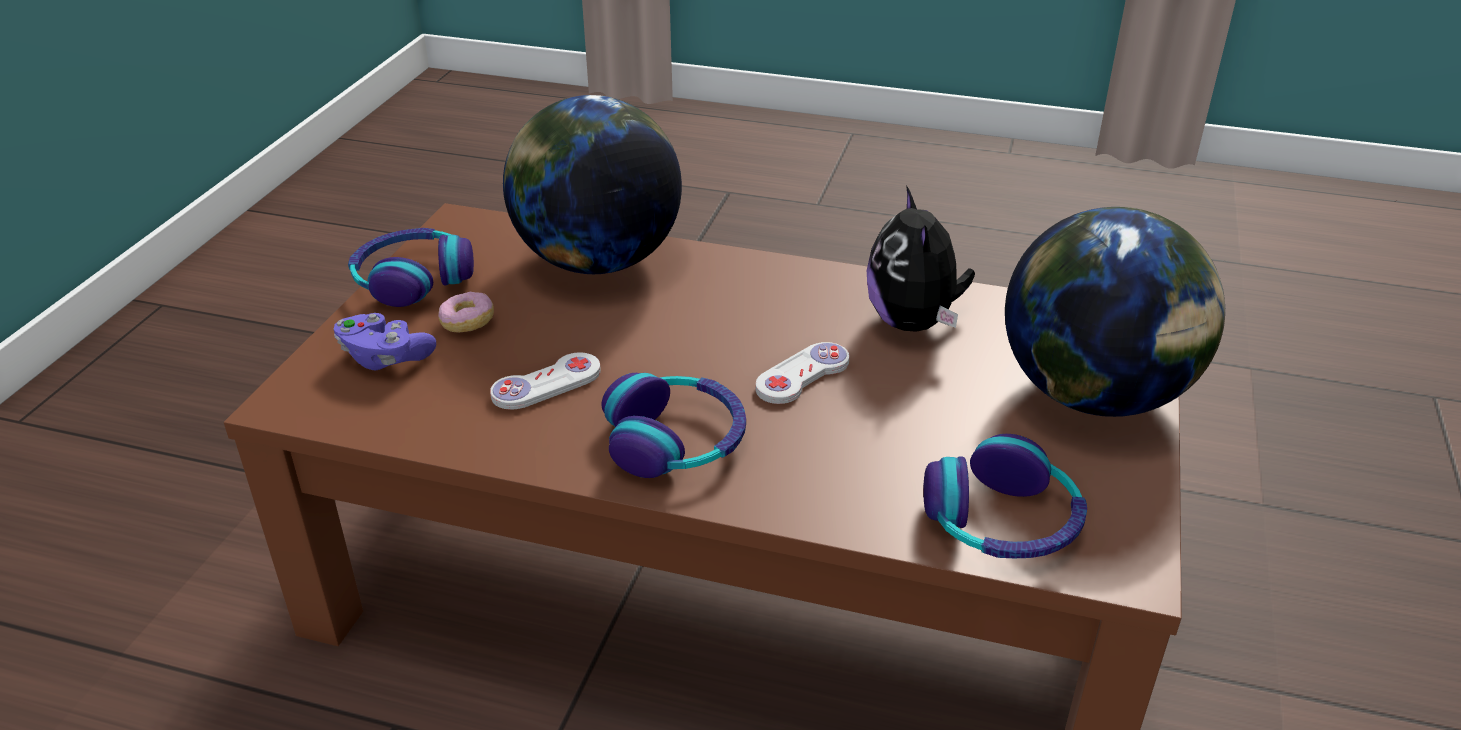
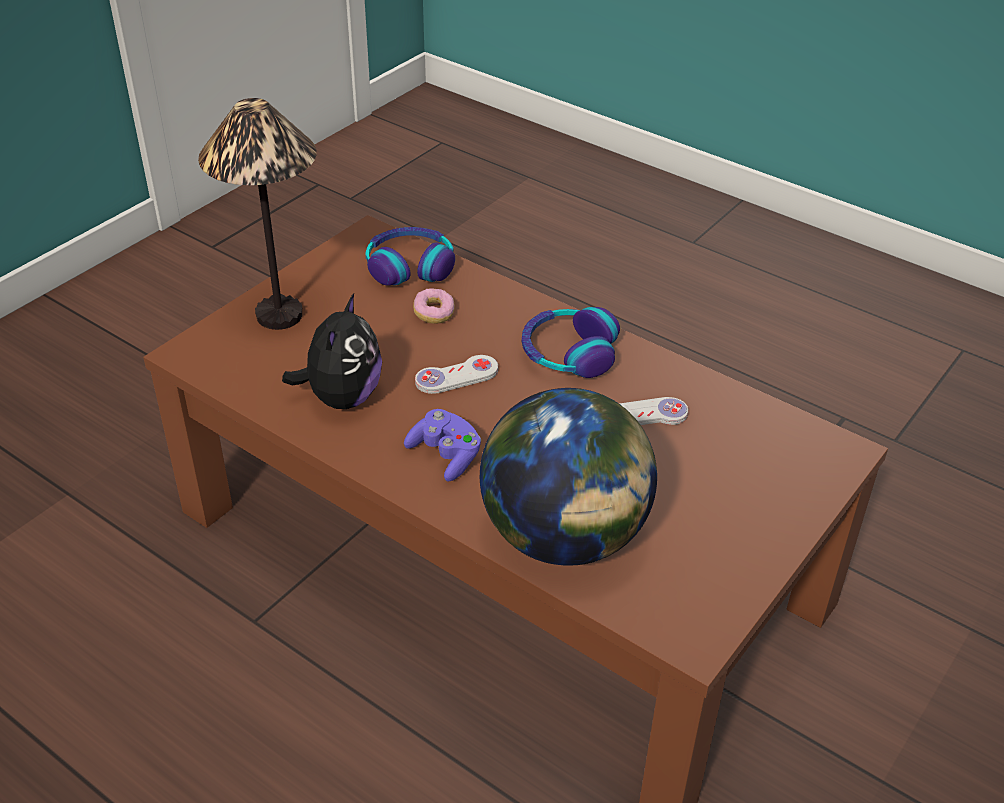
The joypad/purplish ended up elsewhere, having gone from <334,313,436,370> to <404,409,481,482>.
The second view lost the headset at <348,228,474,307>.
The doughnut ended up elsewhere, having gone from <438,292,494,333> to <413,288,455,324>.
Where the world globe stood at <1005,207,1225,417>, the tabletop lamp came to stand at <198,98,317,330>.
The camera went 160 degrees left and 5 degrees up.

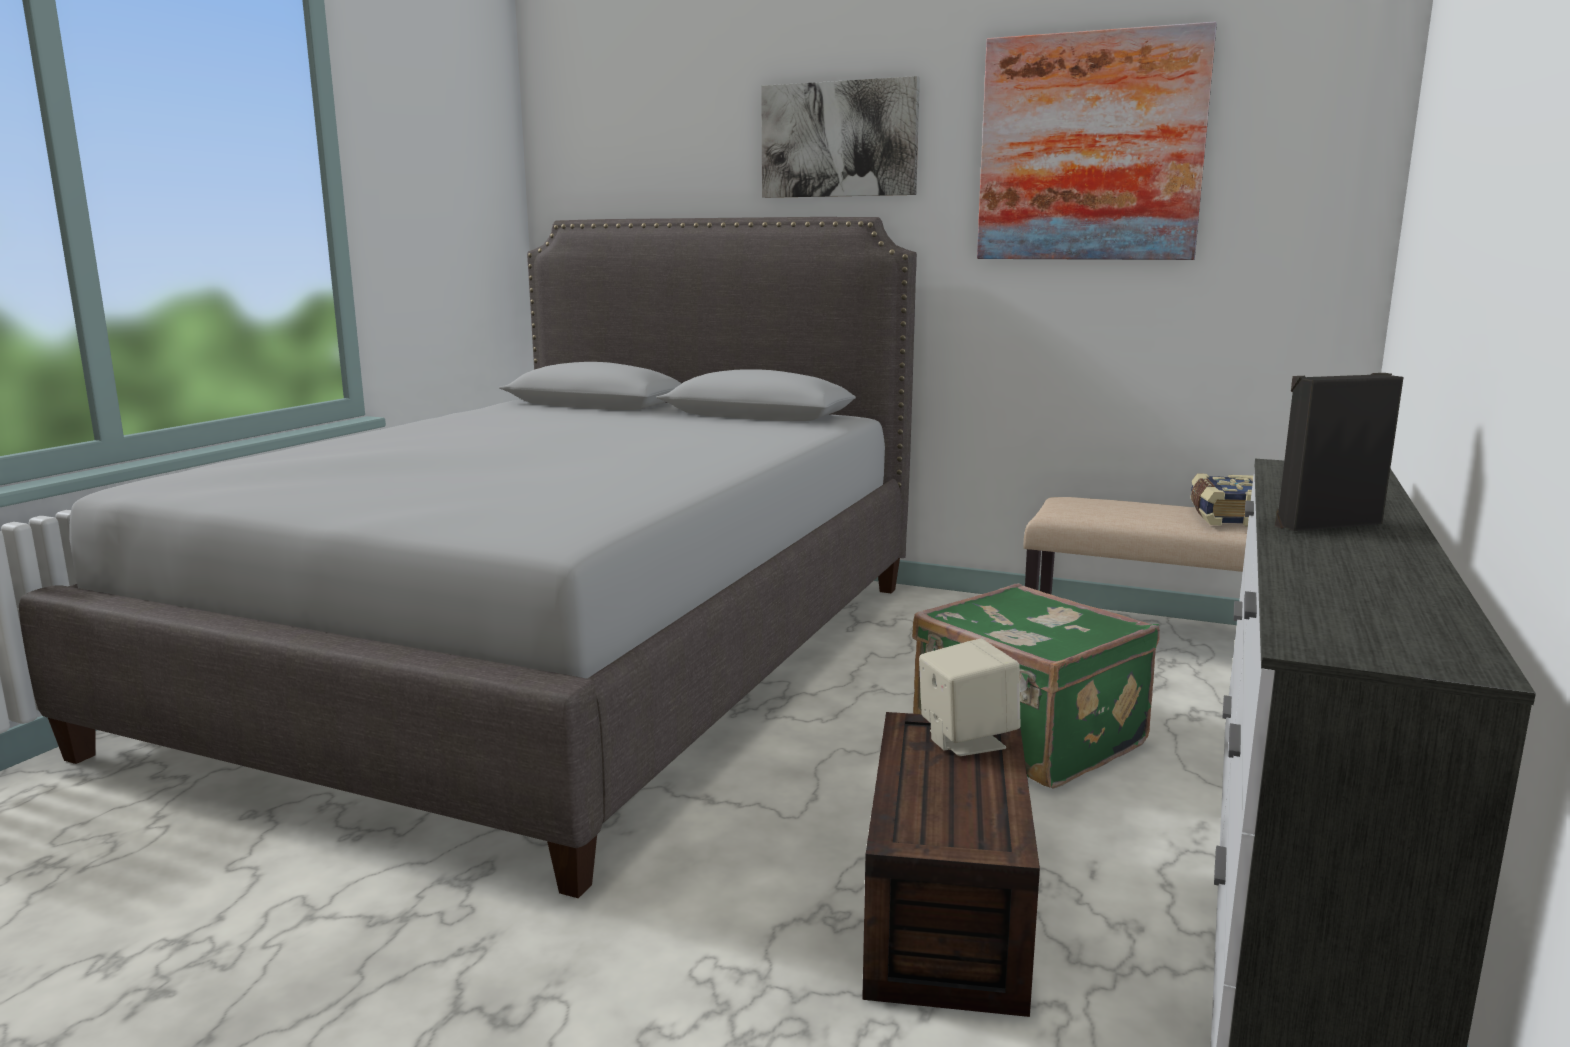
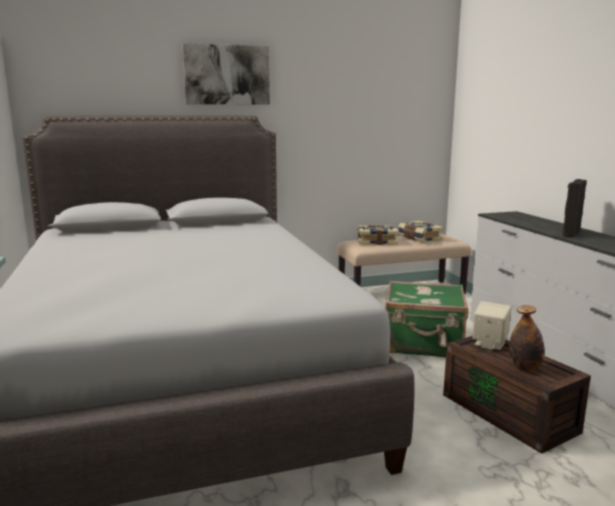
The second view lost the wall art at <977,22,1217,260>.
The second view gained the bound book at <357,225,399,245>.
The second view gained the beverage bottle at <509,305,545,371>.
The camera went 40 degrees left and 0 degrees up.

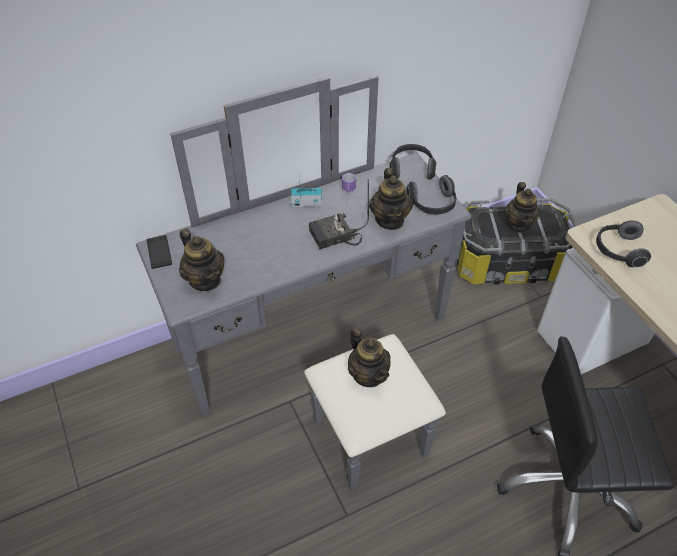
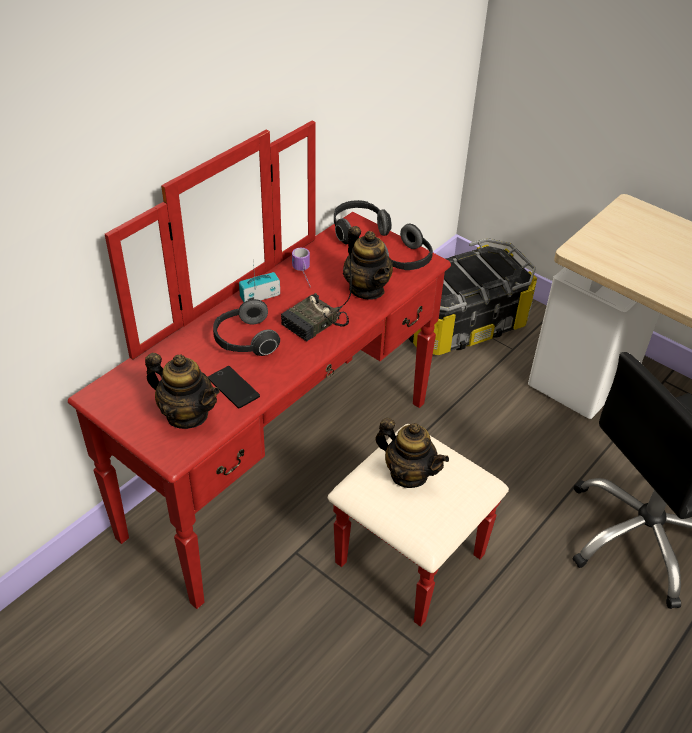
What was the drawer chest/greyish at <136,75,471,491> turned into the drawer chest/red at <68,121,509,627>.
The telephone ended up elsewhere, having gone from <147,235,172,269> to <208,366,260,408>.
The second view lost the tea pot at <504,182,541,233>.
The headset ended up elsewhere, having gone from <596,221,651,268> to <213,299,280,356>.
The camera went 25 degrees left and 5 degrees down.

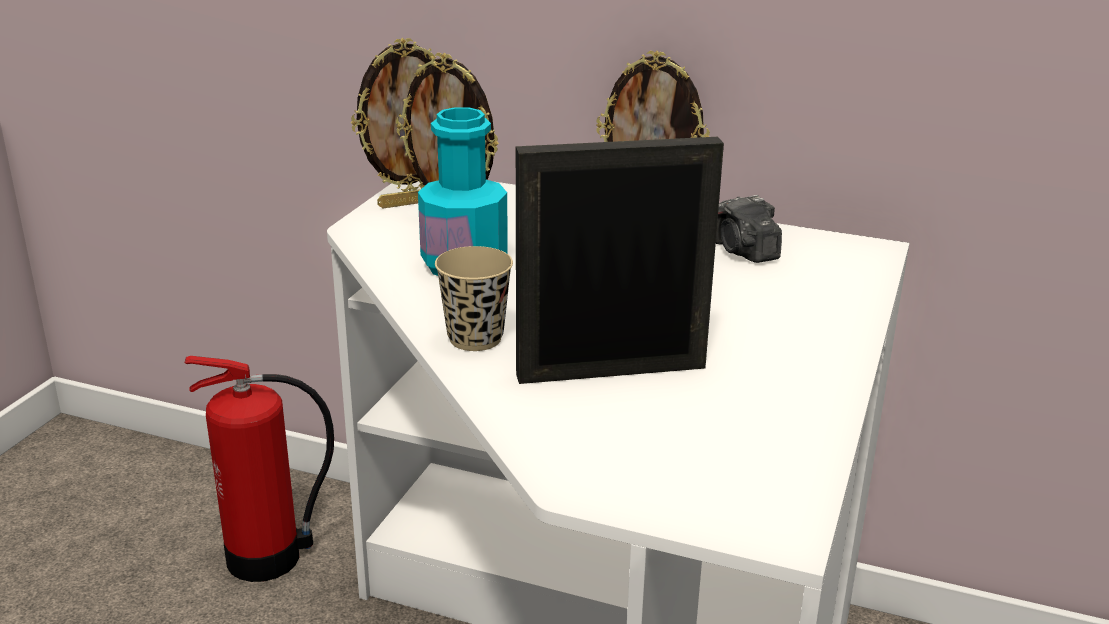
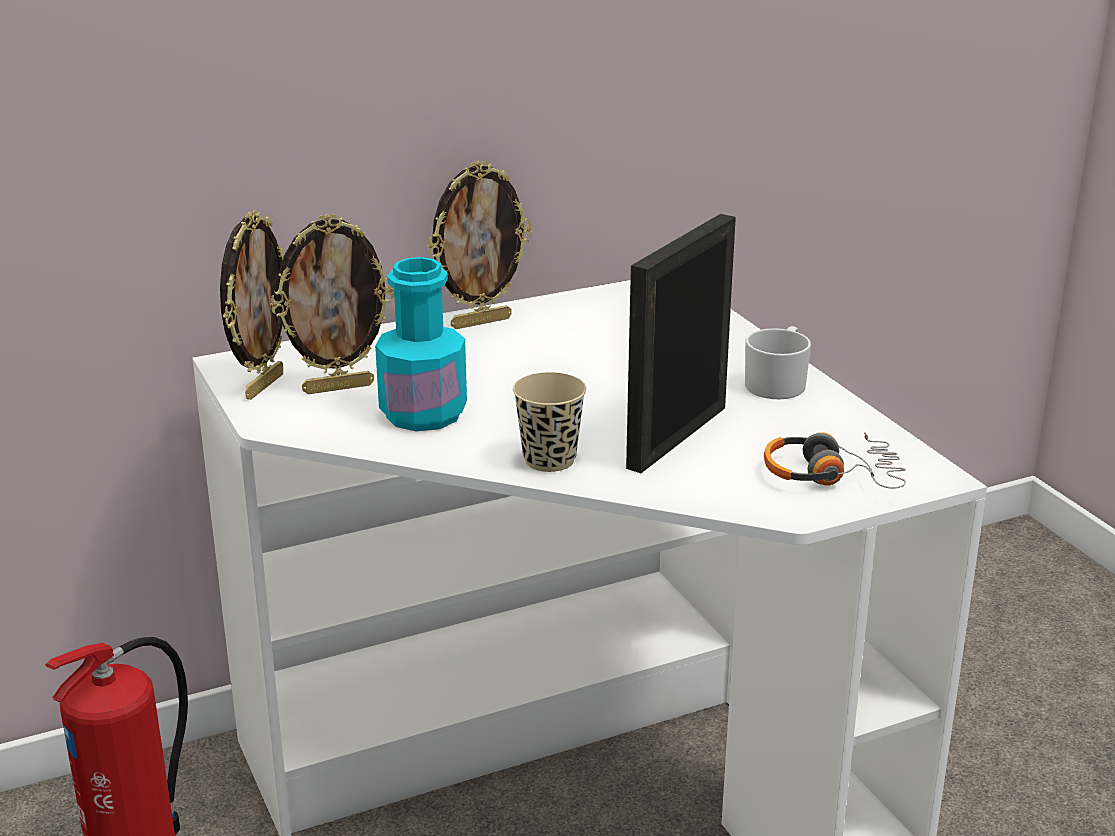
The second view lost the still camera at <716,195,782,263>.
The second view gained the tea mug/whitish at <745,326,811,399>.
The second view gained the headset at <764,432,906,489>.
The camera went 45 degrees left and 0 degrees up.

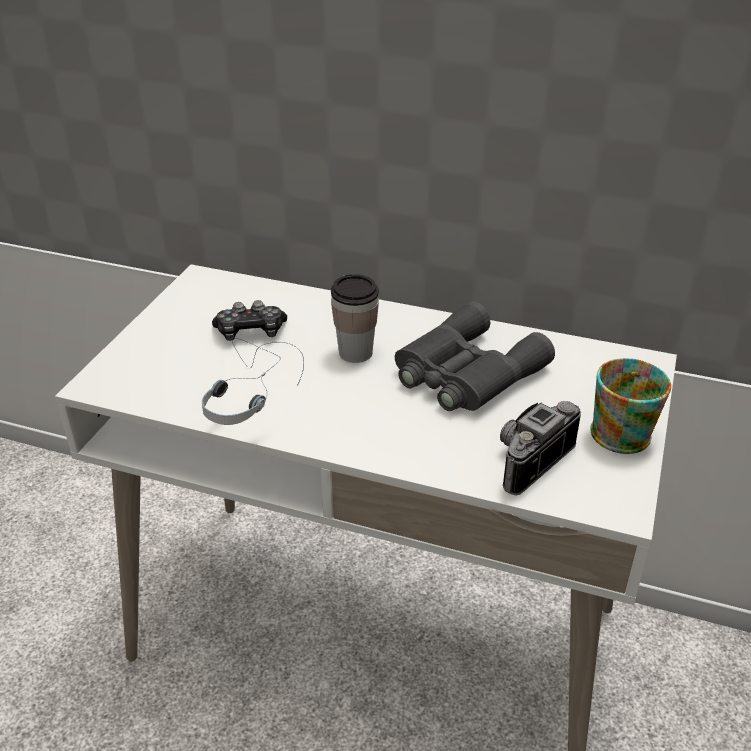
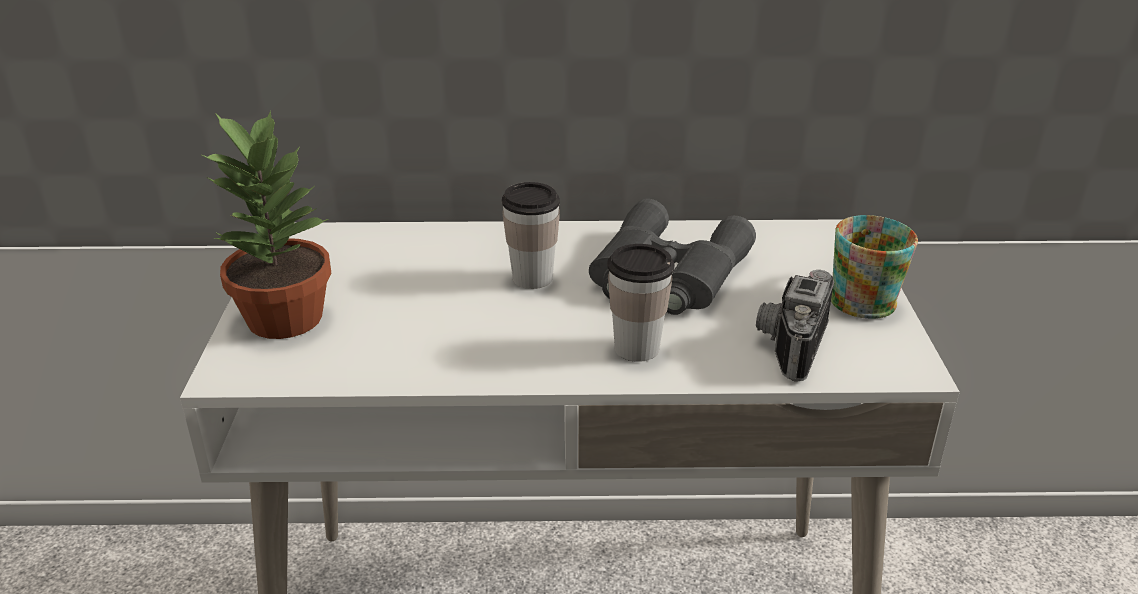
The second view lost the headset at <202,337,304,425>.
The second view lost the joypad at <212,300,287,341>.
The second view gained the plant in a pot at <202,111,331,339>.
The second view gained the small cup at <607,244,675,362>.
The camera went 20 degrees left and 5 degrees down.

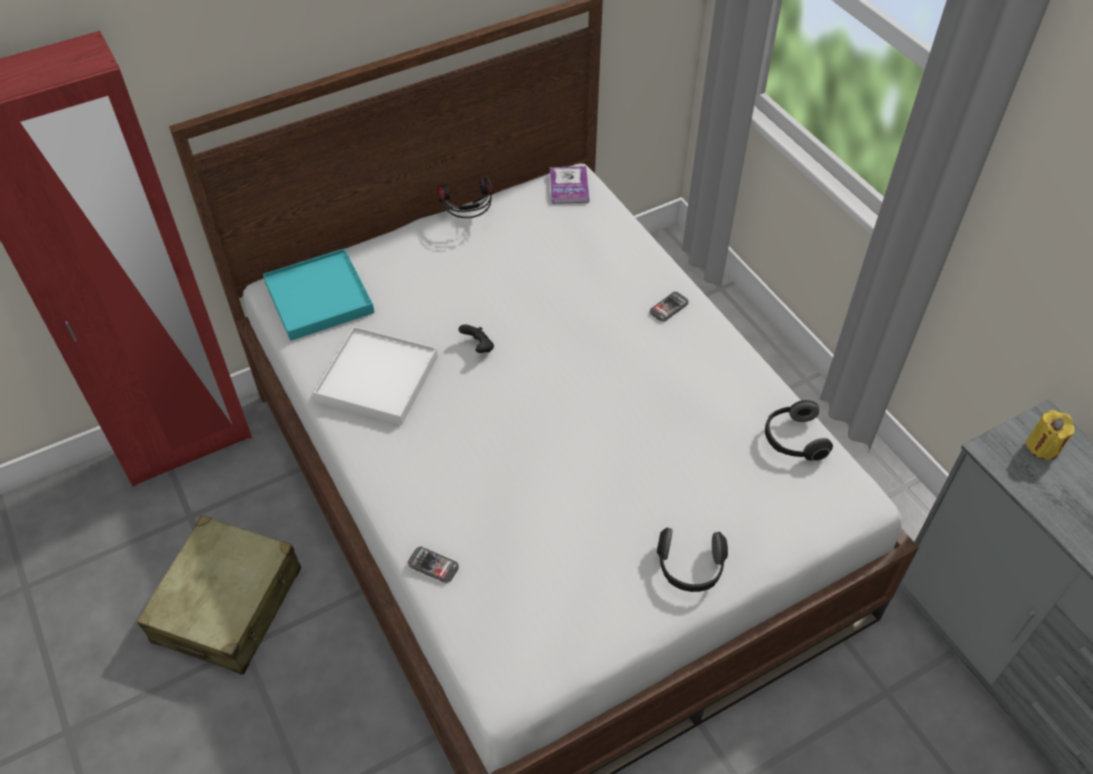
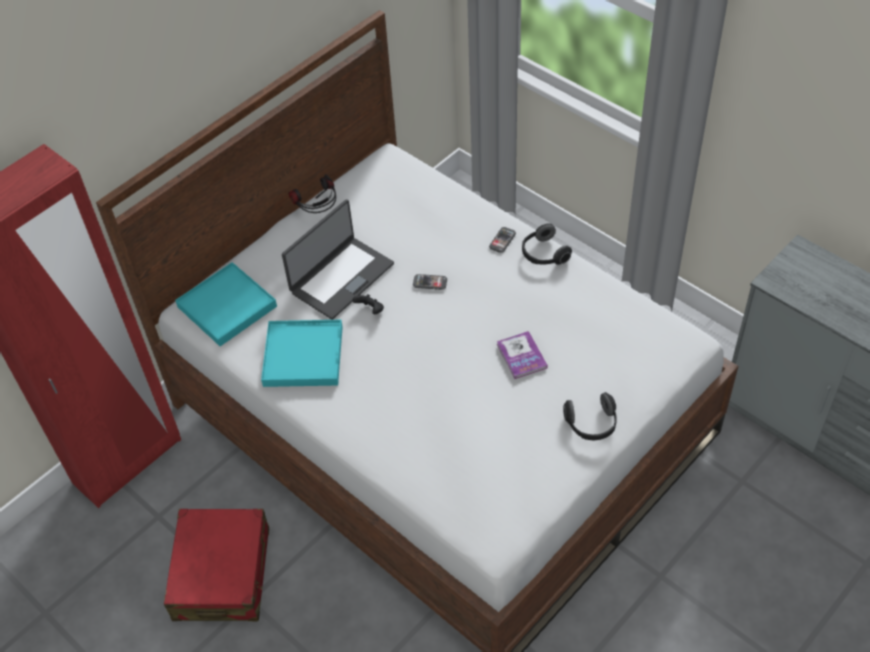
What was the travel case/sand-coloured at <137,516,301,675> turned into the travel case/red at <164,509,269,621>.
What was the serving tray/whitish at <314,326,438,425> turned into the serving tray/blue-green at <261,320,343,387>.
The telephone ended up elsewhere, having gone from <408,547,459,583> to <413,274,447,290>.
The bound book ended up elsewhere, having gone from <550,166,589,204> to <497,331,548,379>.
The headset ended up elsewhere, having gone from <765,400,833,461> to <522,224,572,265>.
The second view lost the wax candle/yellow-coloured at <1025,410,1074,460>.
The second view gained the laptop at <282,199,394,320>.
The camera went 15 degrees left and 0 degrees up.

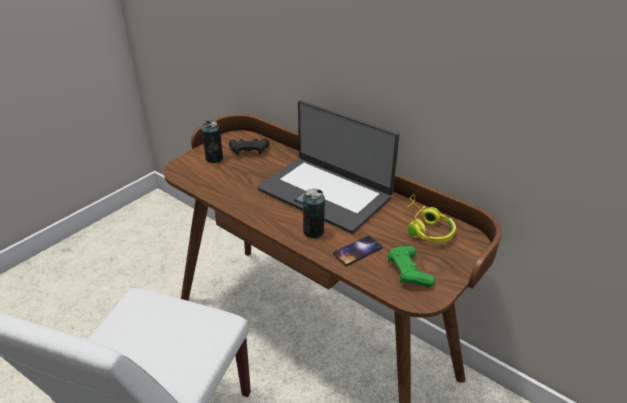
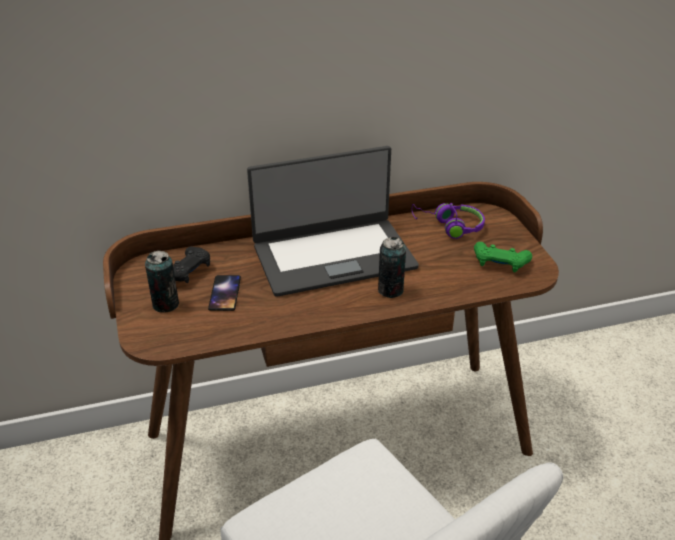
The telephone ended up elsewhere, having gone from <333,236,382,266> to <208,275,241,311>.
What was the headset/yellow-coloured at <405,195,456,243> turned into the headset/purplish at <412,203,485,239>.
The camera went 55 degrees left and 0 degrees up.

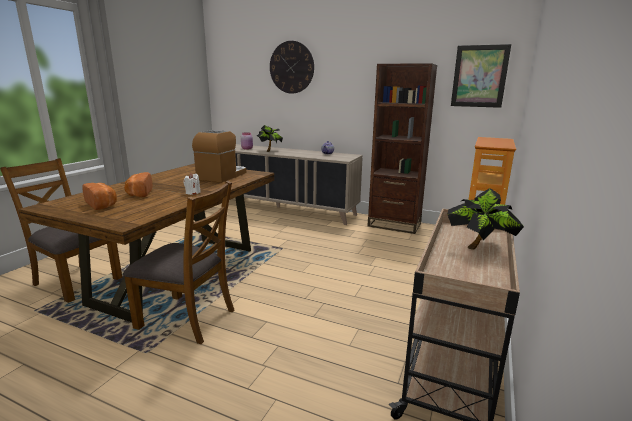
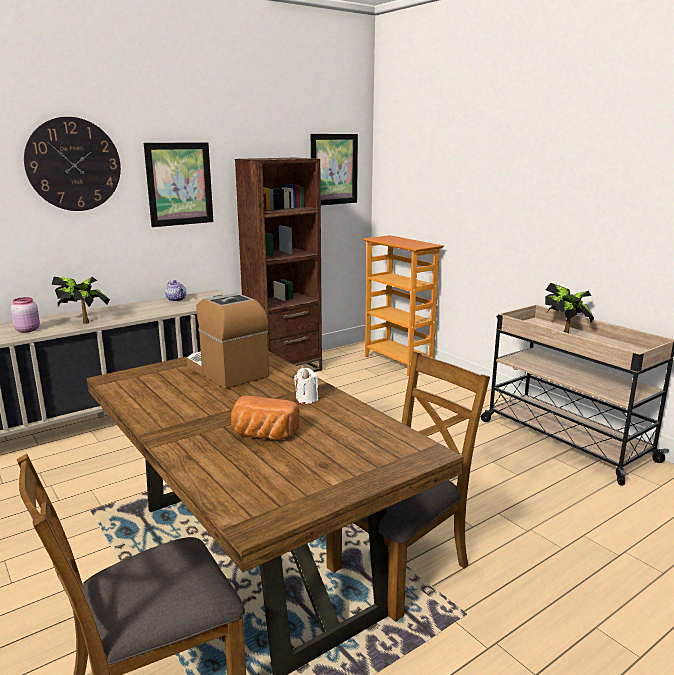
The second view lost the bakery bread at <82,183,117,210>.
The second view gained the wall art at <144,142,213,227>.
The camera went 60 degrees left and 0 degrees up.

